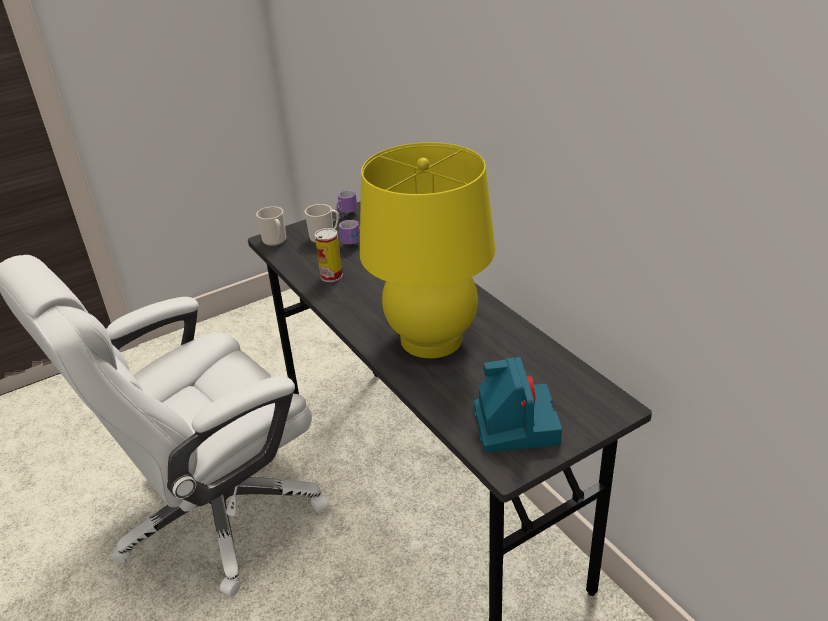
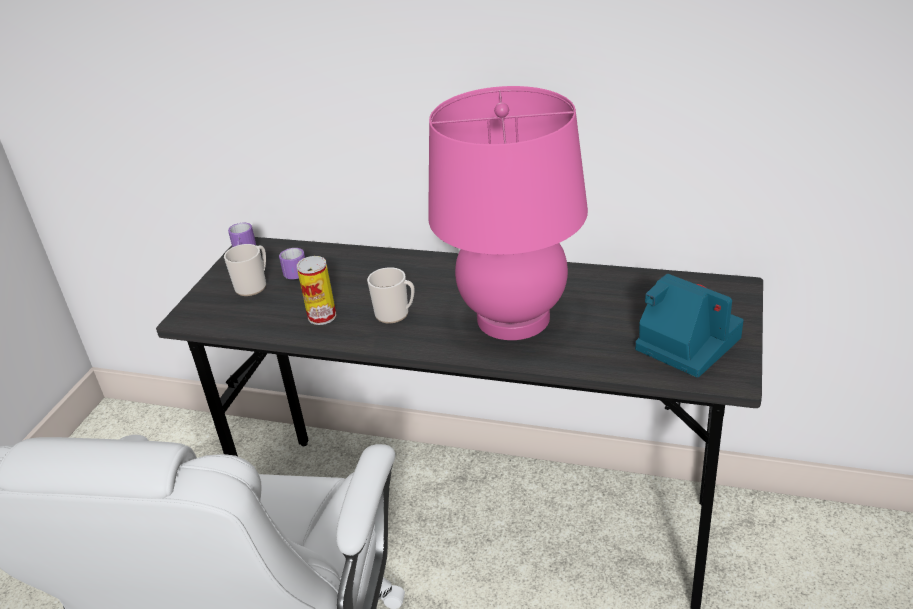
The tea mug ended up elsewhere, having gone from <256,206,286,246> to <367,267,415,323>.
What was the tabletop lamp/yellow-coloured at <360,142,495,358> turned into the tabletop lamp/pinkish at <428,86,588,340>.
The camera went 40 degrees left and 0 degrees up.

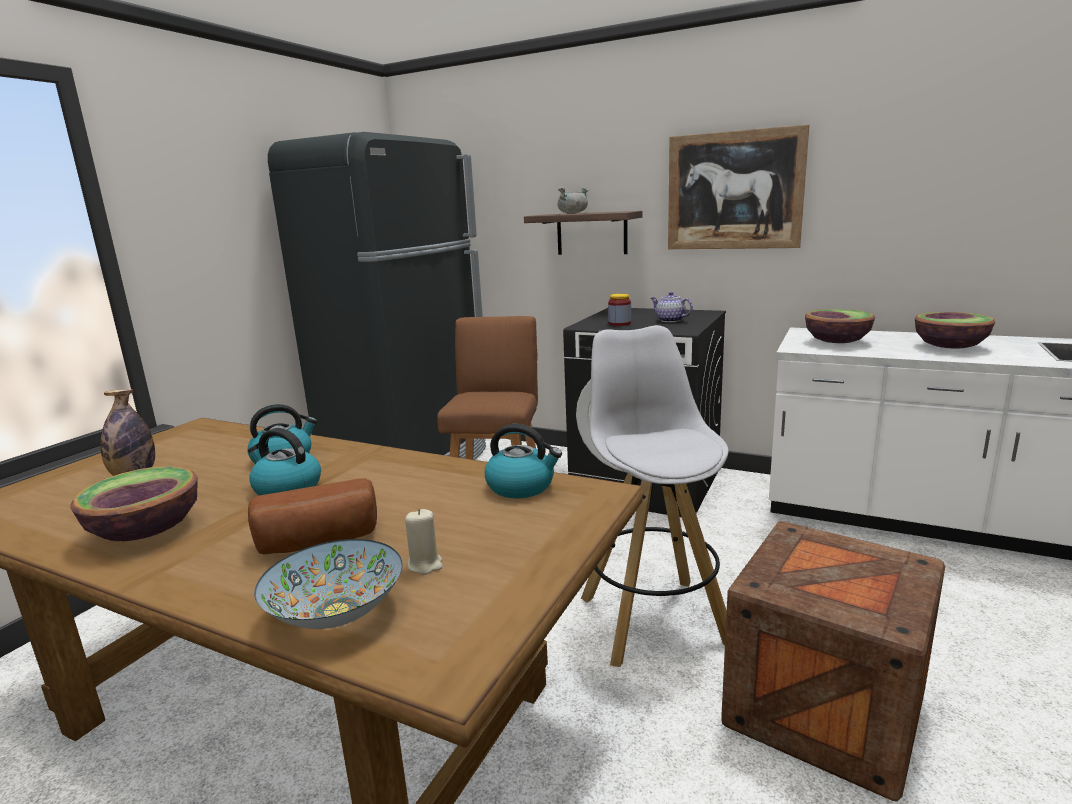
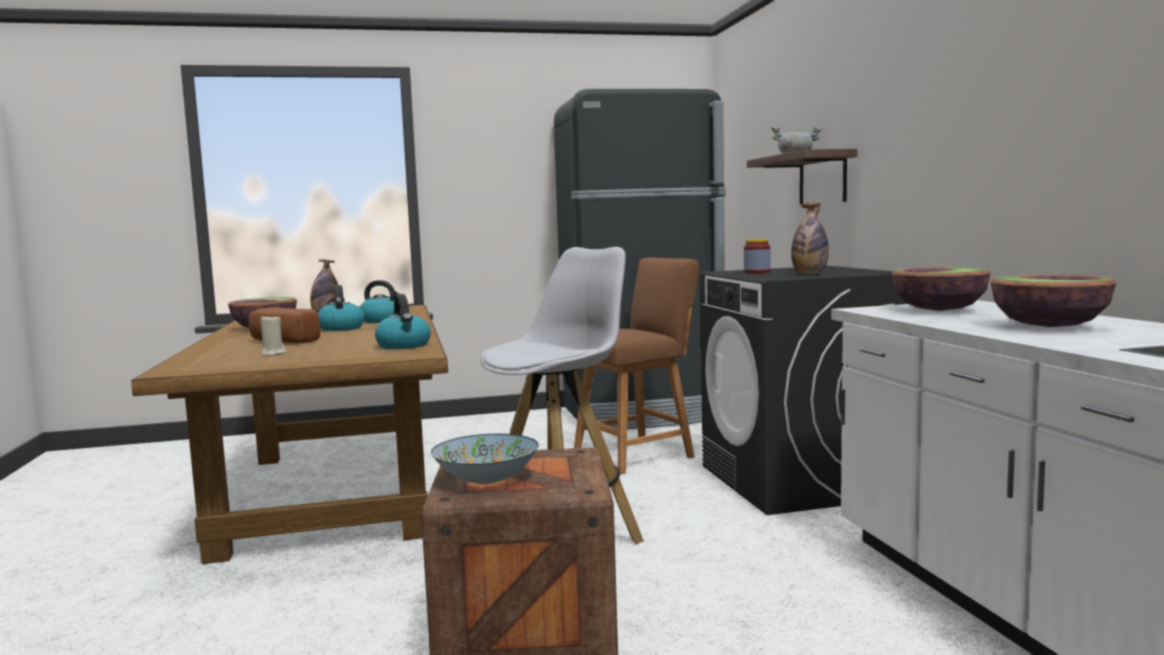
The bowl ended up elsewhere, having gone from <254,539,402,629> to <431,434,539,484>.
Where the tea pot stood at <651,292,693,322>, the beverage bottle came to stand at <791,203,829,274>.
The second view lost the wall art at <668,124,809,249>.
The camera went 50 degrees right and 10 degrees down.

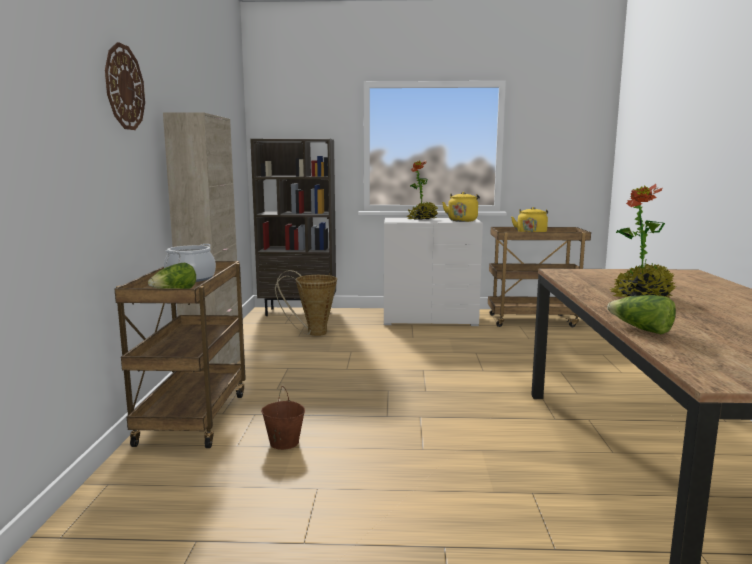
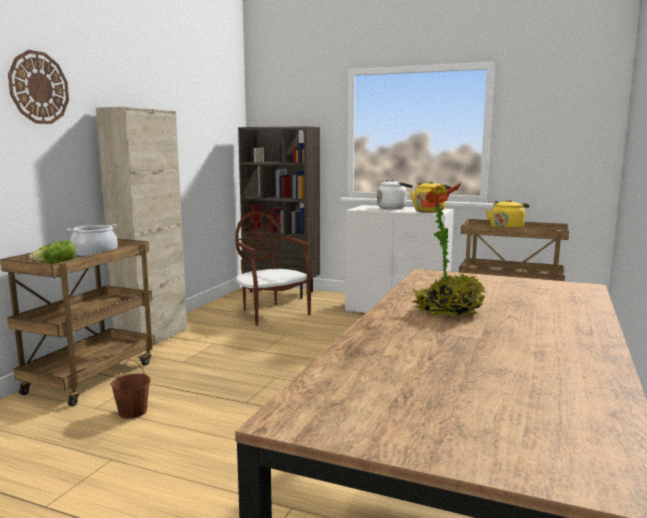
Where the household basket stood at <275,270,337,336>, the plain chair/brown came to stand at <235,211,312,326>.
Where the plant in a pot stood at <406,160,438,220>, the kettle/whitish came to stand at <377,179,413,209>.
The second view lost the lettuce at <607,295,676,334>.
The camera went 20 degrees right and 0 degrees up.

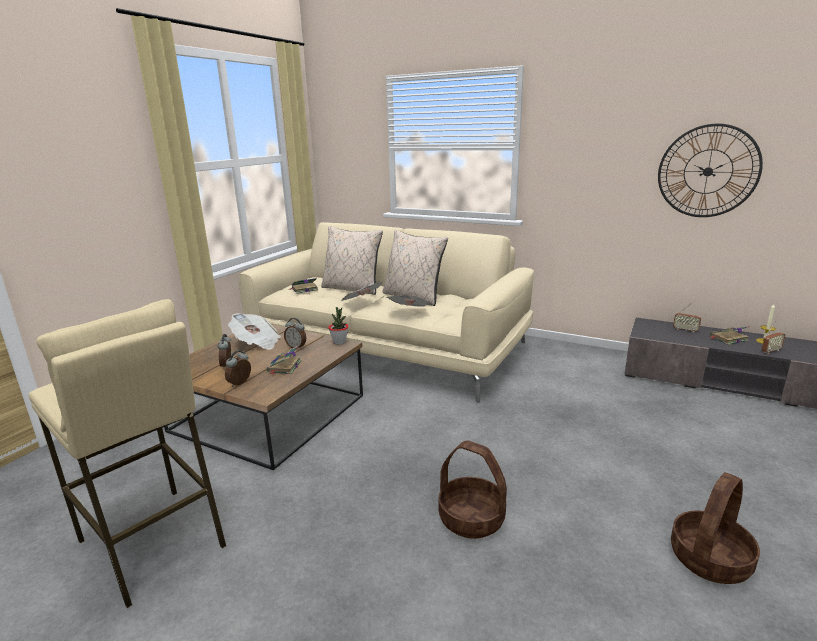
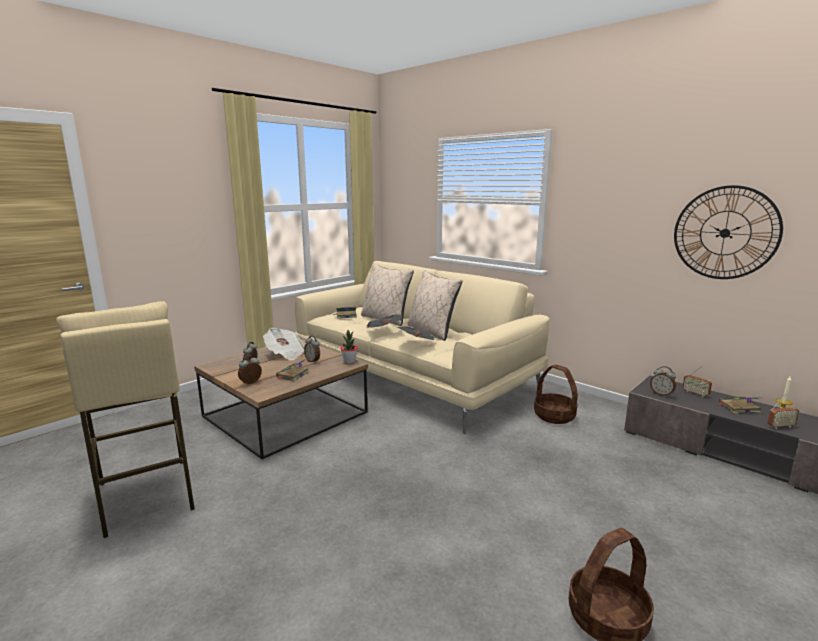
The household basket ended up elsewhere, having gone from <439,440,507,539> to <534,365,578,424>.
The second view gained the table clock at <650,366,676,397>.
The camera went 15 degrees right and 5 degrees down.

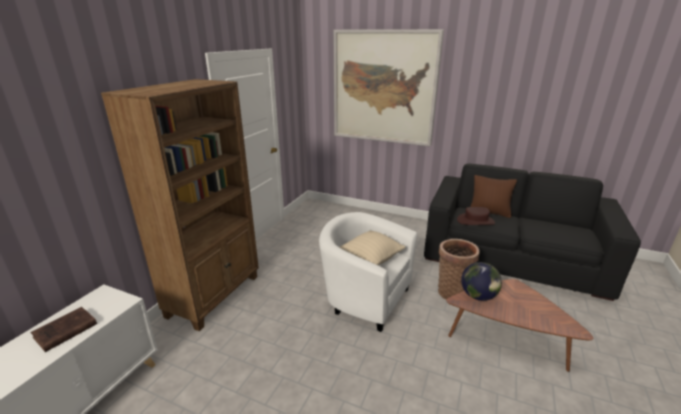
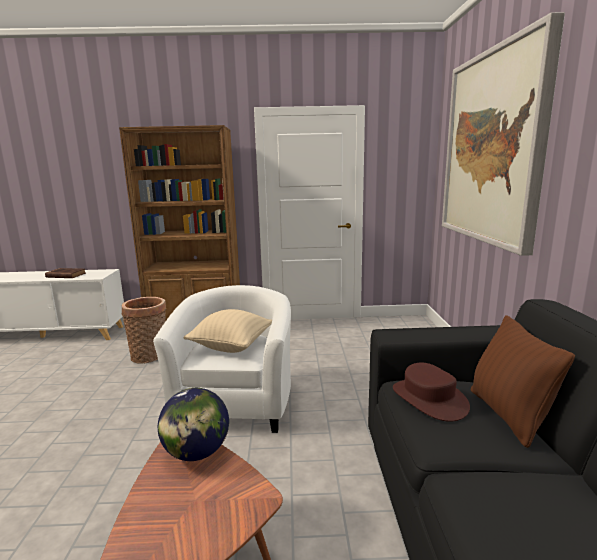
The household basket ended up elsewhere, having gone from <438,239,480,299> to <122,297,167,364>.
The camera went 65 degrees right and 10 degrees down.

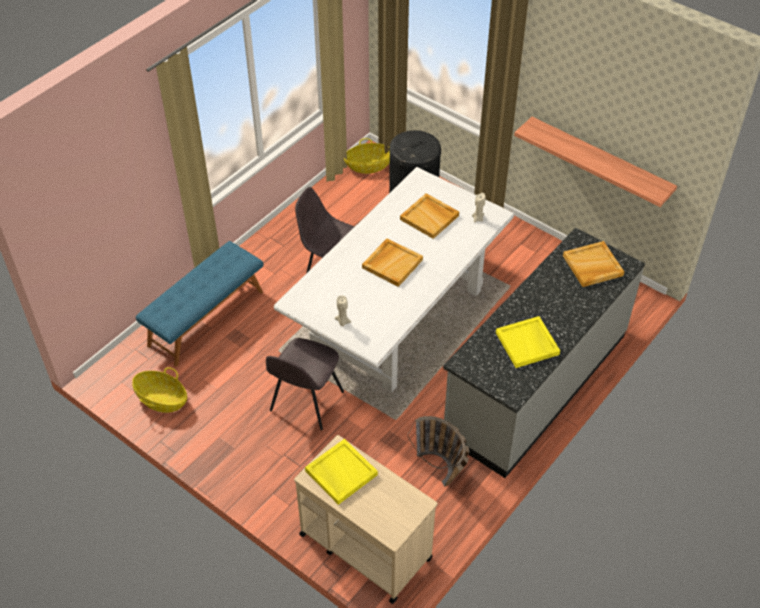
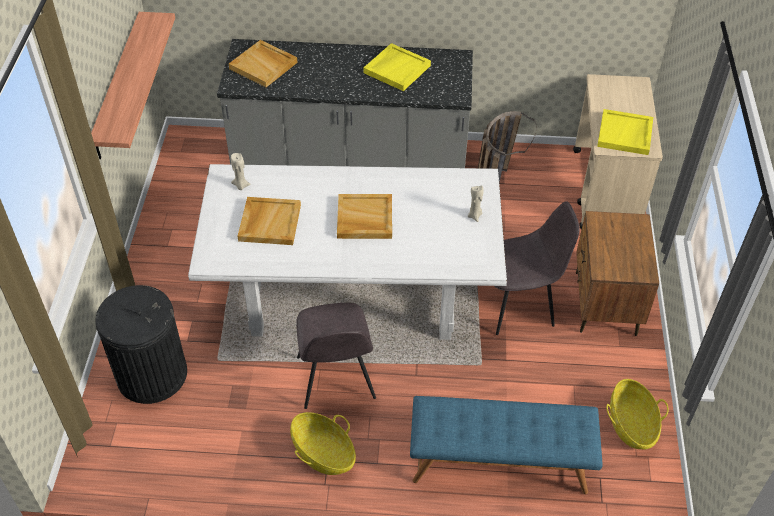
The household basket ended up elsewhere, having gone from <344,138,390,174> to <290,412,356,475>.
The second view gained the night table/brown at <576,211,659,336>.
The camera went 125 degrees left and 0 degrees up.

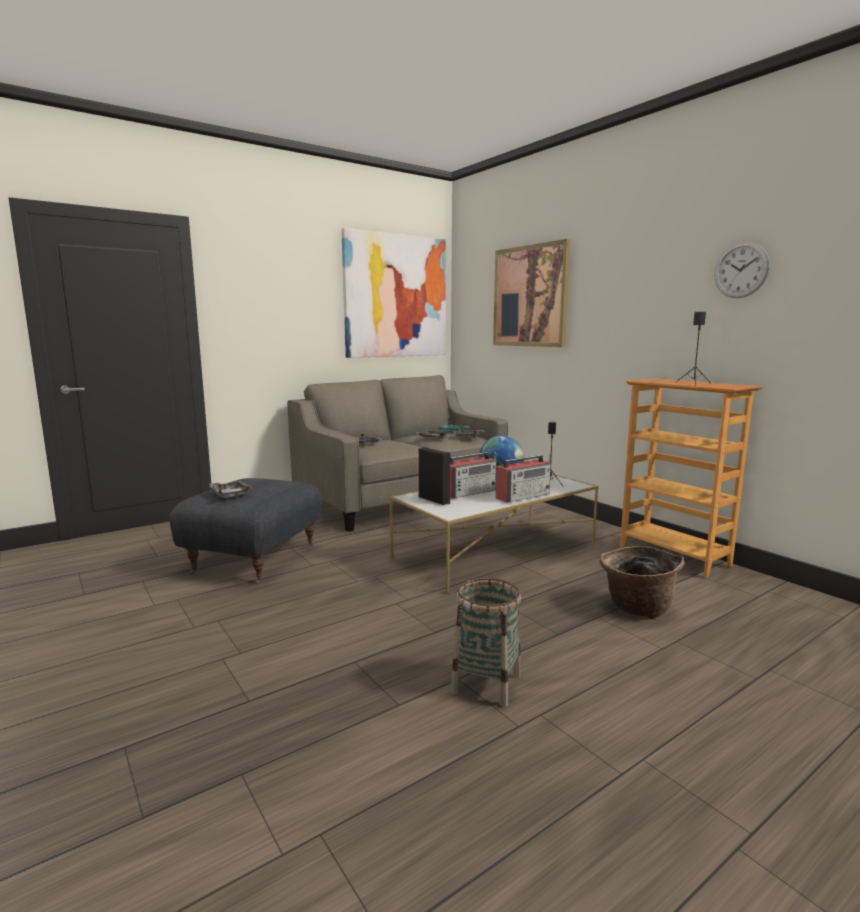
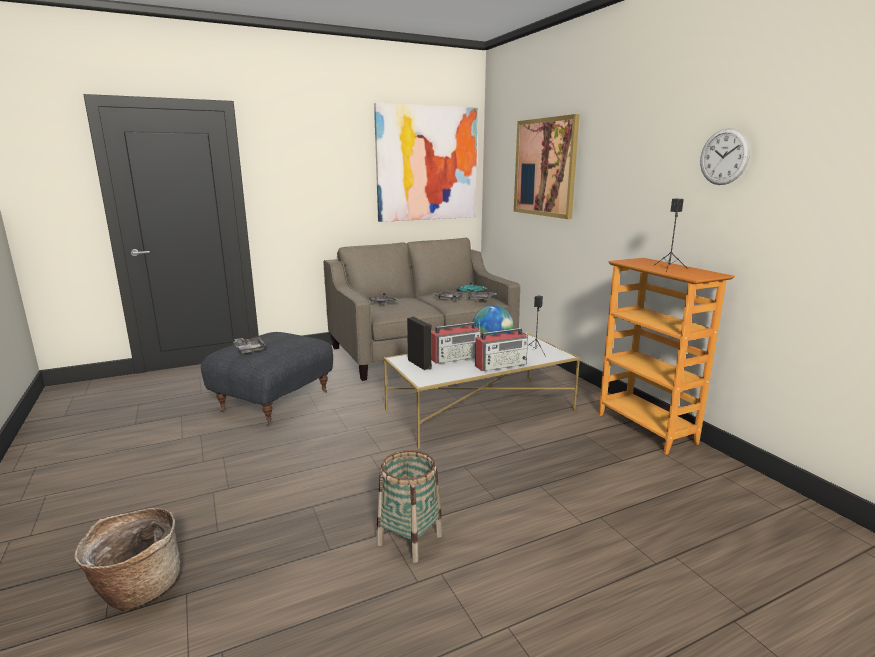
The household basket ended up elsewhere, having gone from <600,546,685,619> to <74,508,180,612>.
The camera went 10 degrees right and 5 degrees up.

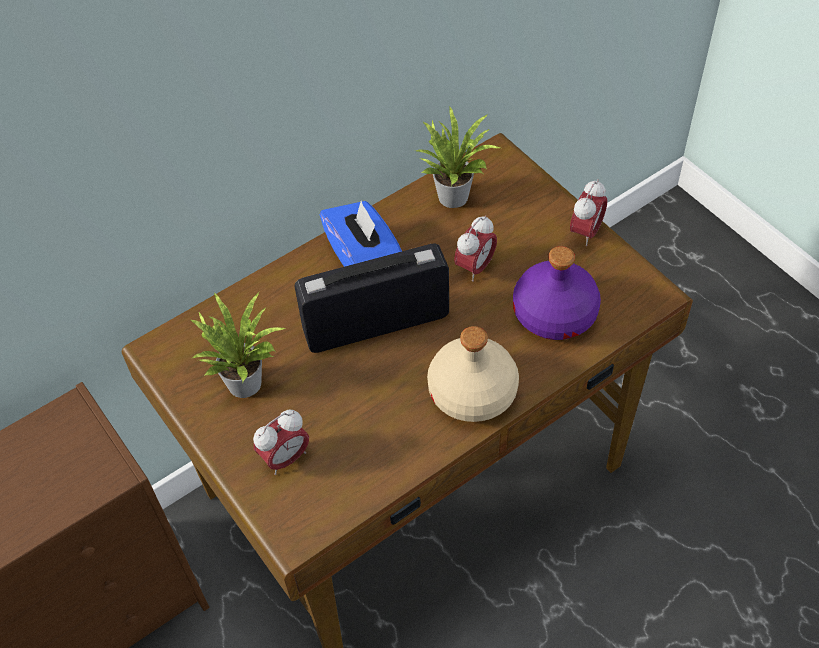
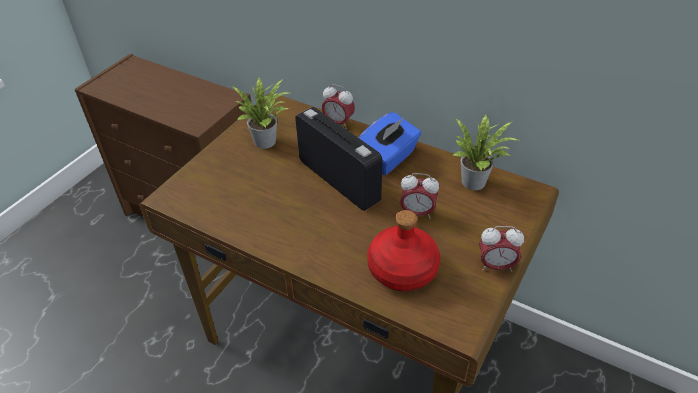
The table clock ended up elsewhere, having gone from <253,410,309,475> to <322,84,355,129>.
The second view lost the beverage bottle/sand-coloured at <427,326,519,422>.
What was the beverage bottle/purplish at <513,246,601,340> turned into the beverage bottle/red at <367,210,440,291>.
The camera went 65 degrees right and 10 degrees down.

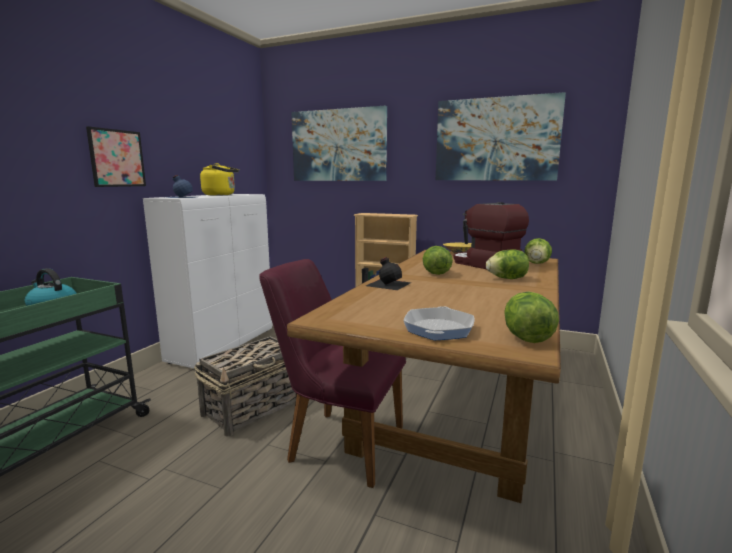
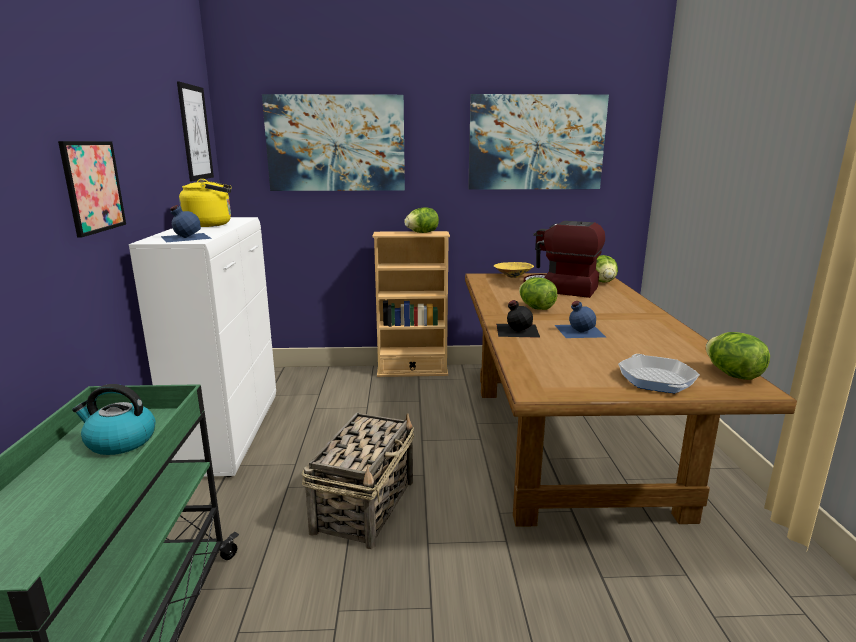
The second view lost the plain chair/purplish at <259,259,406,488>.
The lettuce ended up elsewhere, having gone from <486,249,529,279> to <404,207,439,233>.
The second view gained the wall art at <177,81,214,181>.
The second view gained the beverage bottle/bluish at <555,301,606,338>.
The camera went 25 degrees left and 5 degrees up.

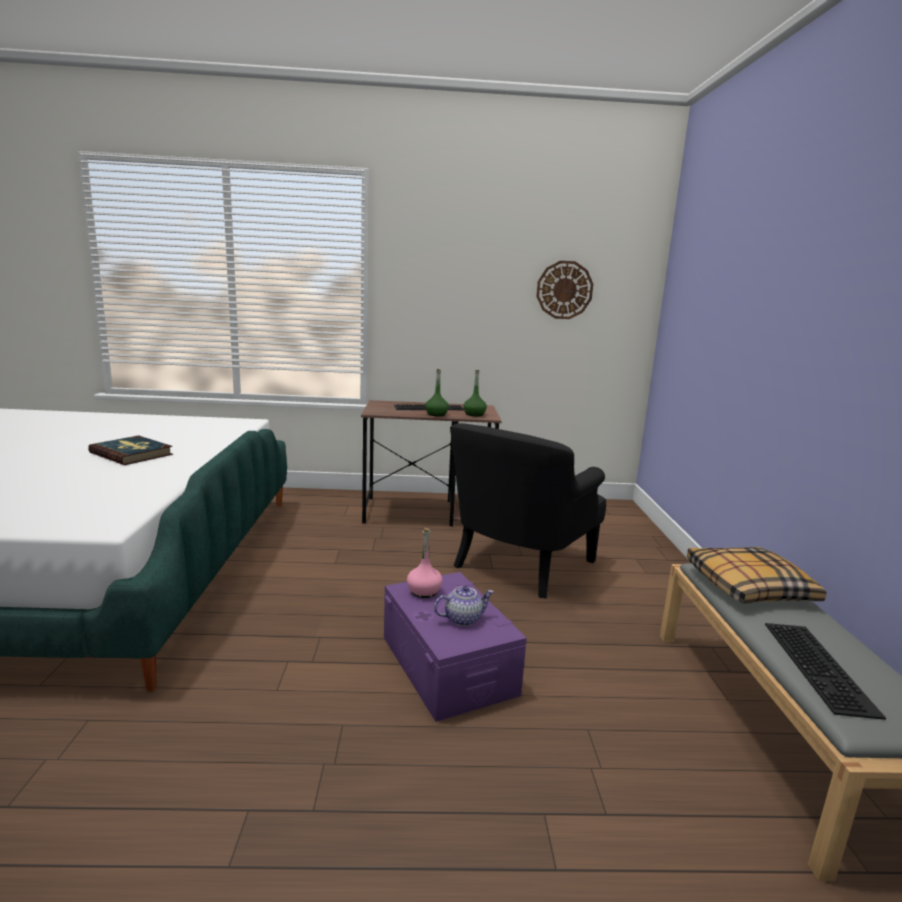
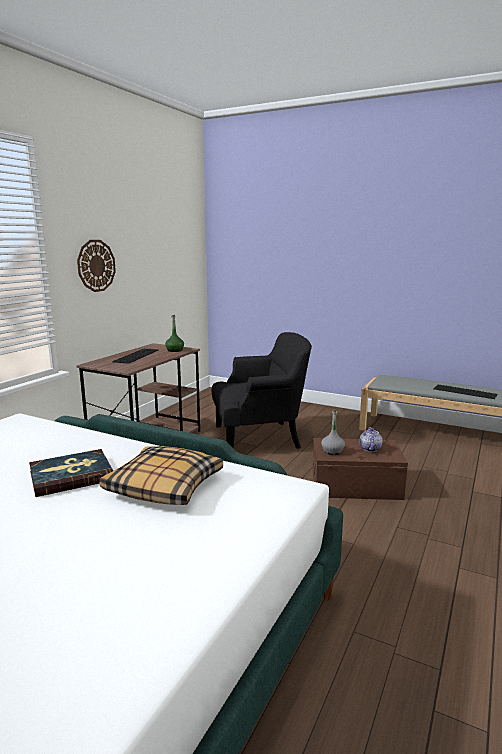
What was the storage container/purplish at <384,572,527,722> turned into the storage container/brown at <312,438,408,500>.
What was the beverage bottle/pinkish at <407,528,443,598> turned into the beverage bottle/greyish at <321,409,345,455>.
The second view lost the beverage bottle/green at <425,369,449,416>.
The armchair/blackish at <450,423,606,598> ended up facing another way, 75 degrees counterclockwise from before.
The clock on the wall ended up elsewhere, having gone from <536,261,593,319> to <77,240,116,292>.
The cushion ended up elsewhere, having gone from <687,547,827,604> to <99,446,223,505>.
The camera went 60 degrees left and 0 degrees up.

